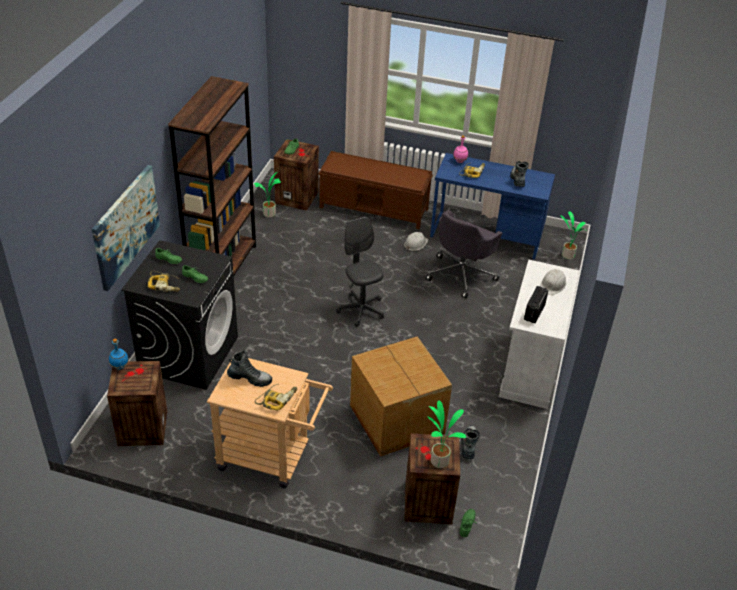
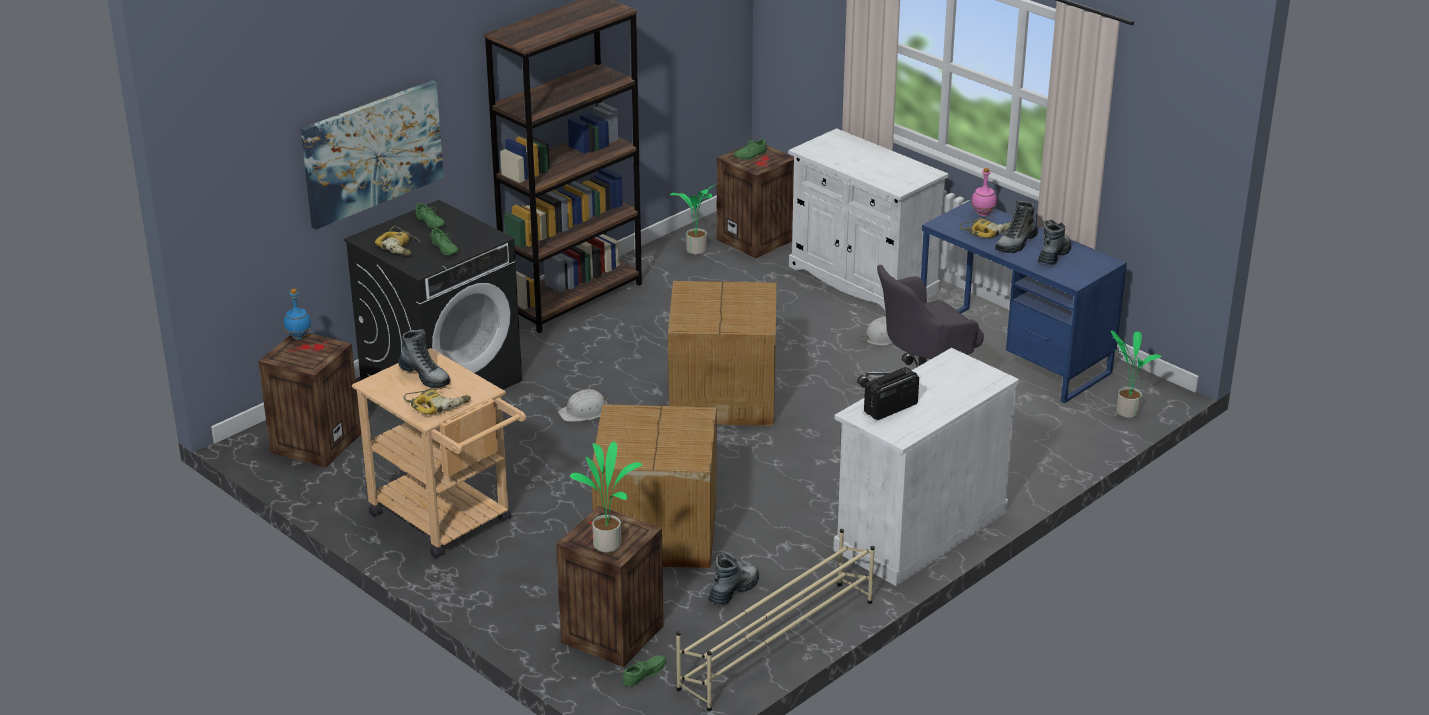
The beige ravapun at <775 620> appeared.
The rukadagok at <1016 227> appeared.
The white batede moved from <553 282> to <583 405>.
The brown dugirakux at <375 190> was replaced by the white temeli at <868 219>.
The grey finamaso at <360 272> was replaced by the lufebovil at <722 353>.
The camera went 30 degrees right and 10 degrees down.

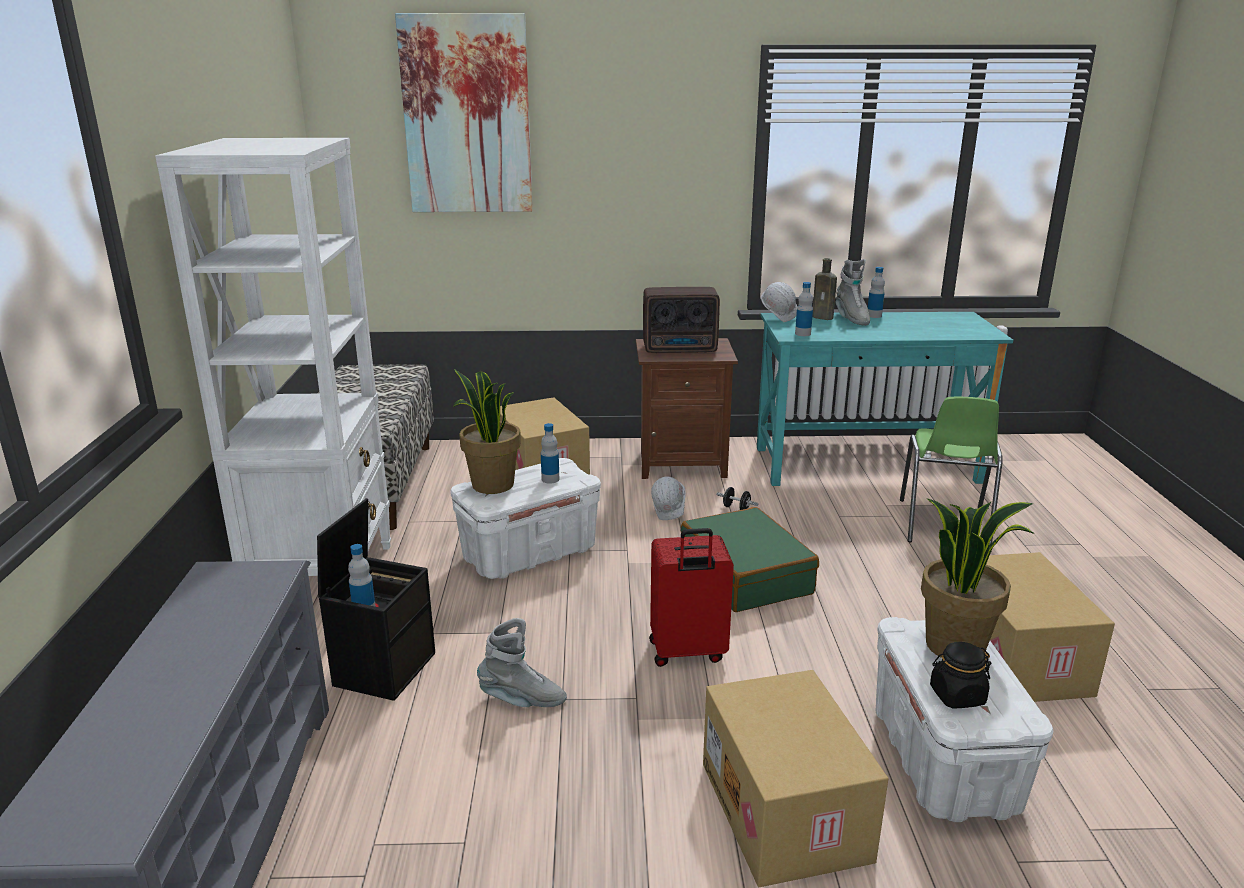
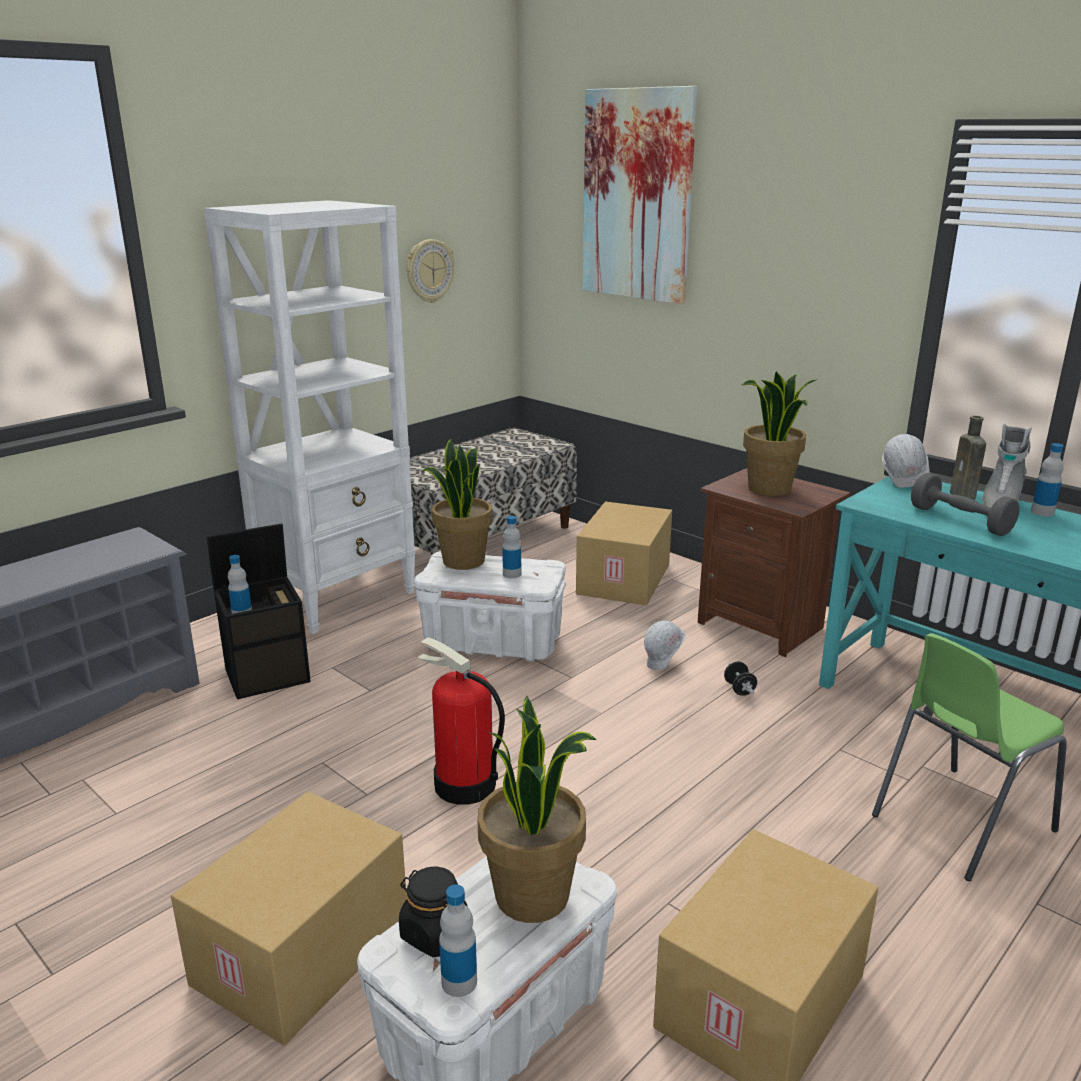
The grey rukadagok at <522 662> disappeared.
The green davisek at <750 559> disappeared.
The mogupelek at <430 271> appeared.
The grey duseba at <965 504> appeared.
The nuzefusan moved from <804 309> to <458 940>.
The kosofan at <681 320> was replaced by the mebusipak at <779 433>.
The red davisek at <691 597> was replaced by the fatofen at <461 721>.
The camera went 45 degrees right and 0 degrees up.

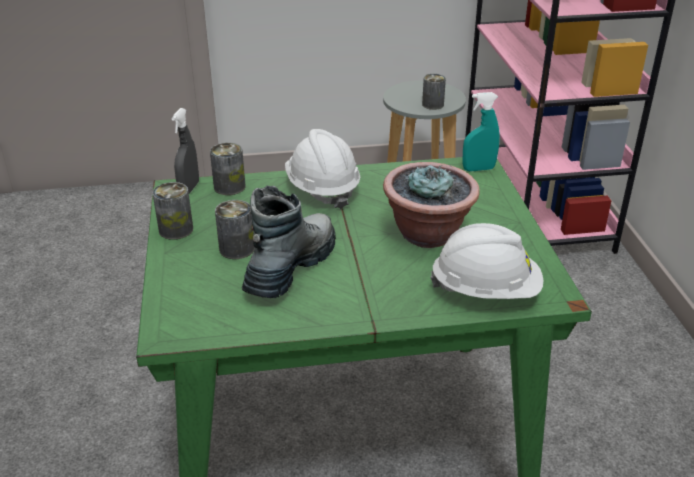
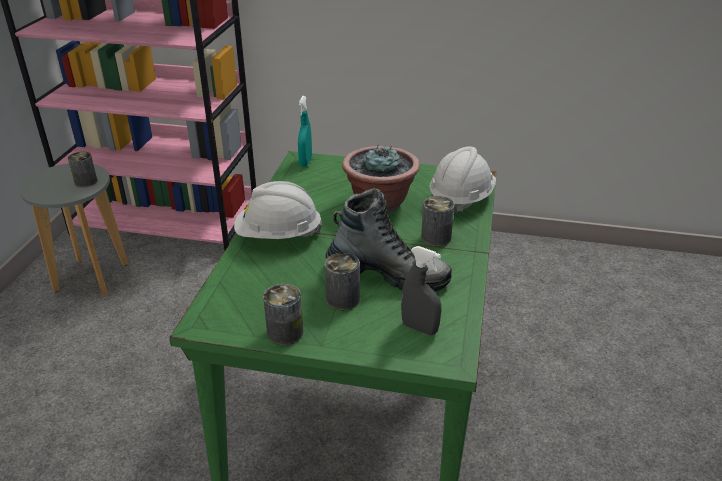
The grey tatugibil moved from <185 151> to <421 290>.
The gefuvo moved from <228 168> to <437 221>.
The rukadagok at <289 242> turned 150 degrees clockwise.
The camera went 70 degrees left and 0 degrees up.

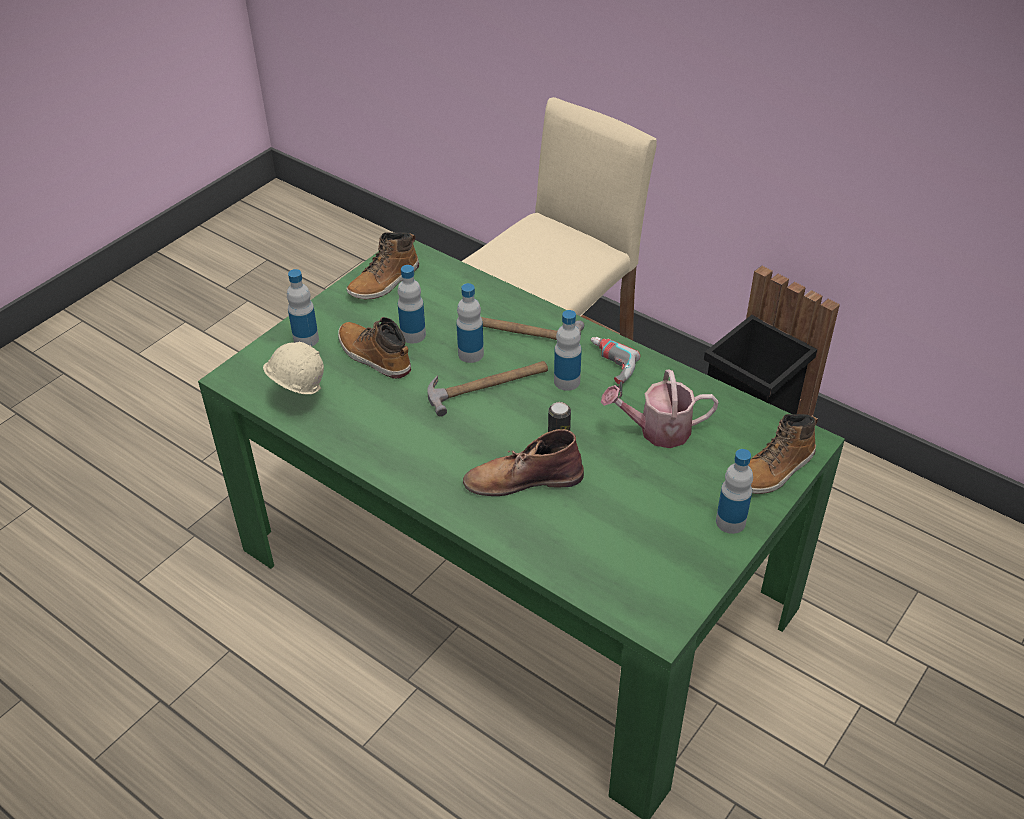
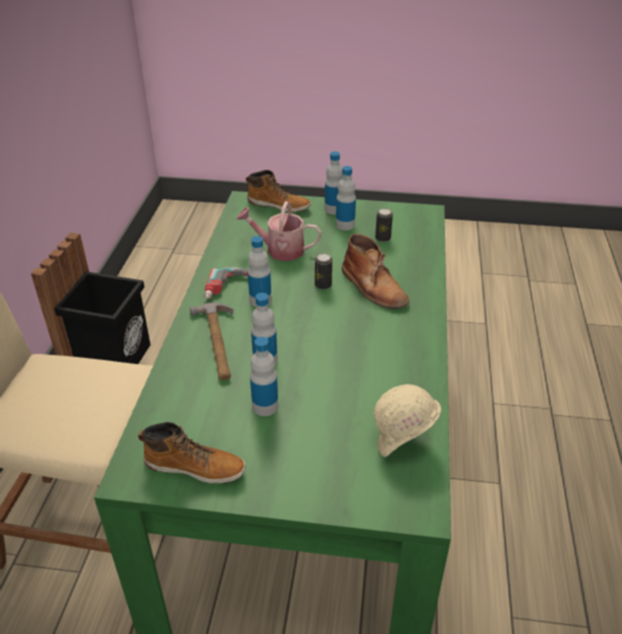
The rukadagok at <374 348> disappeared.
The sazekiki at <487 389> disappeared.
The gefuvo at <384 225> appeared.
The nuzefusan moved from <303 307> to <346 198>.
The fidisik at <660 409> turned 135 degrees clockwise.
The camera went 120 degrees left and 5 degrees down.

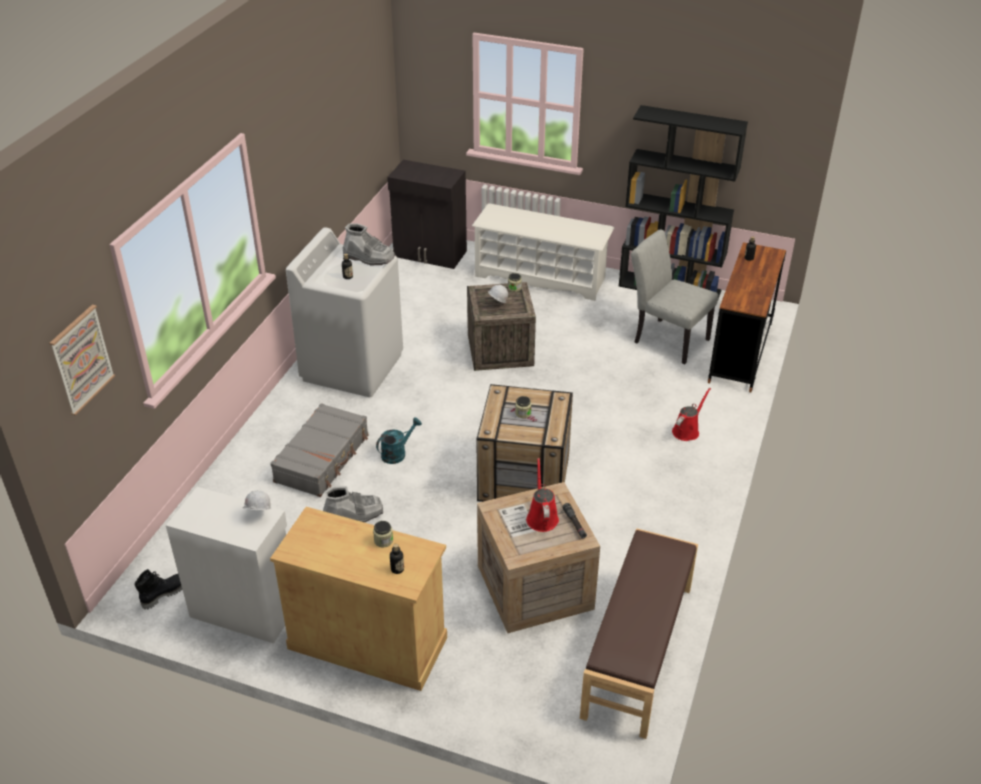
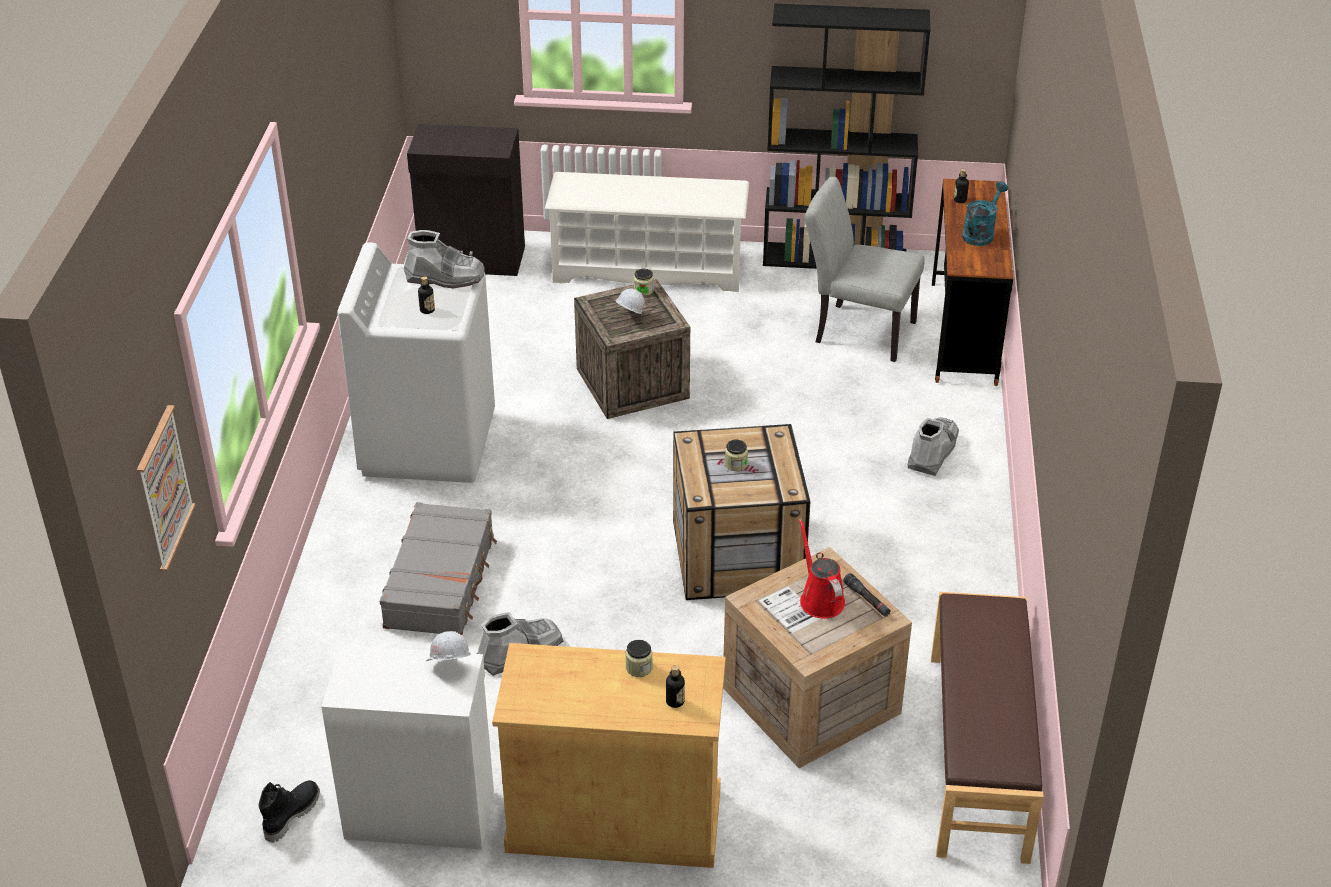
The turquoise fidisik moved from <399 440> to <985 213>.
The red fidisik at <691 414> was replaced by the grey rukadagok at <933 446>.
The camera went 15 degrees left and 0 degrees up.

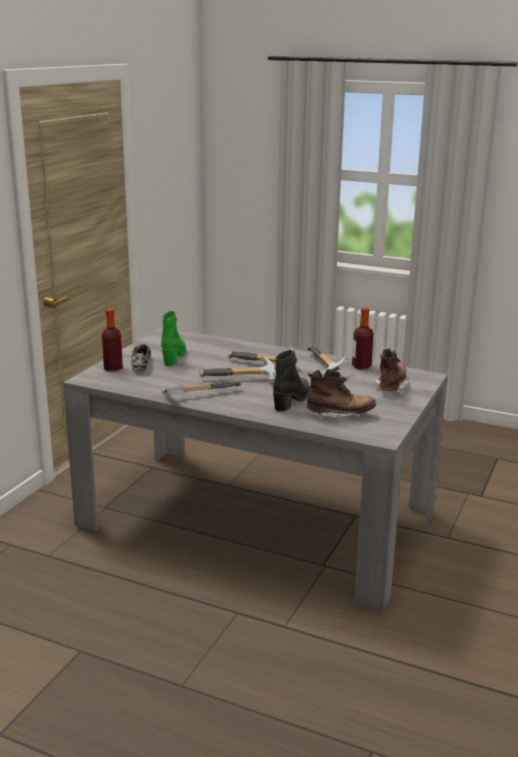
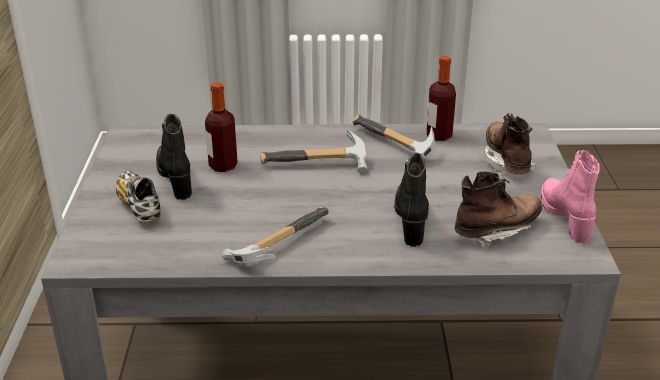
The sazekiki at <237 369> disappeared.
The pink rukadagok at <570 196> appeared.
The nuzefusan moved from <112 339> to <221 127>.
The green rukadagok at <173 338> became the black rukadagok at <174 157>.
The camera went 25 degrees left and 10 degrees up.

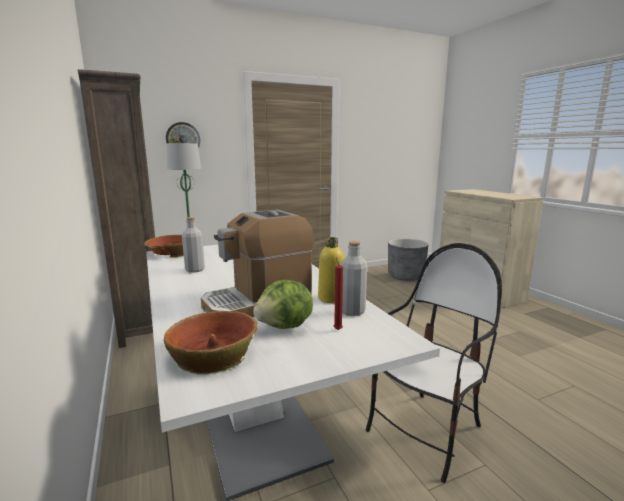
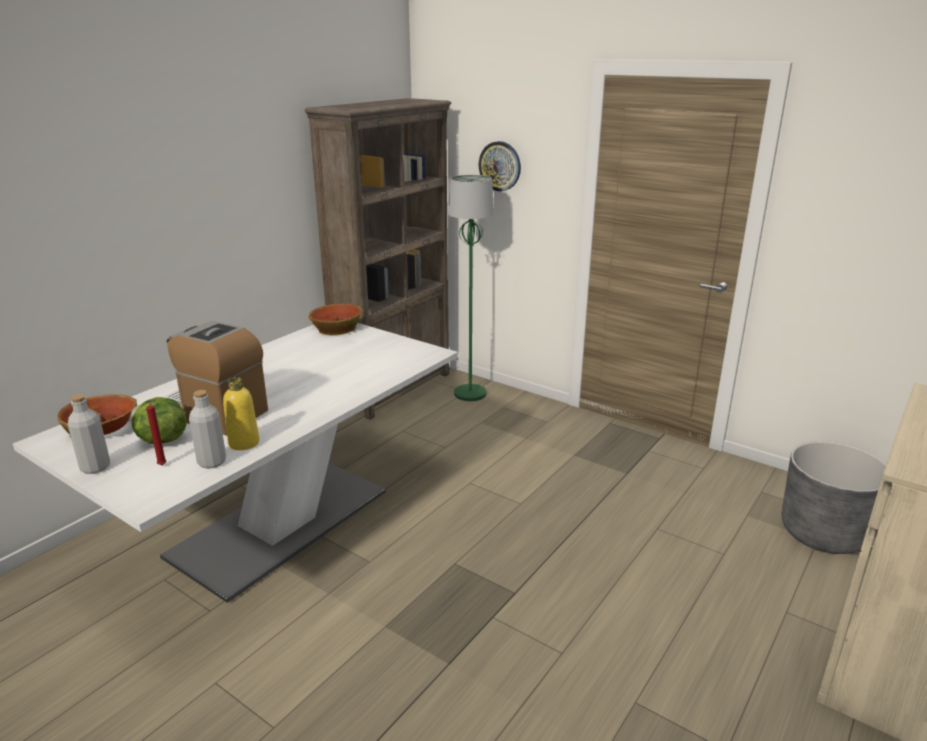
The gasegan at <434 363> disappeared.
The grey nuzefusan moved from <193 245> to <89 434>.
The camera went 60 degrees right and 10 degrees up.

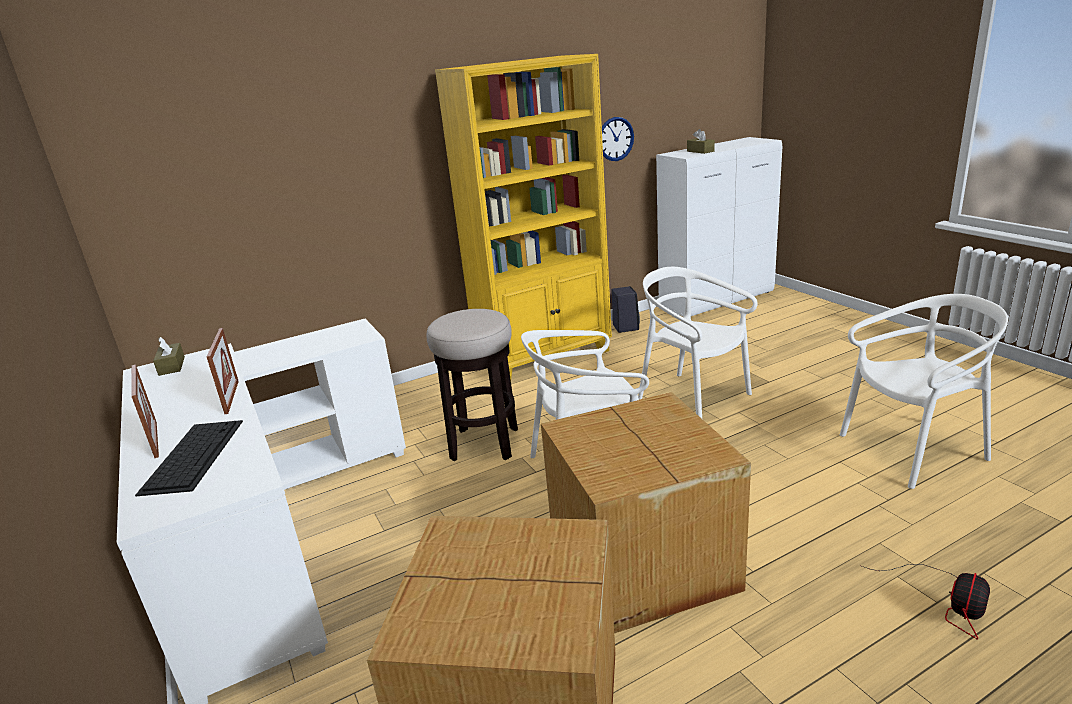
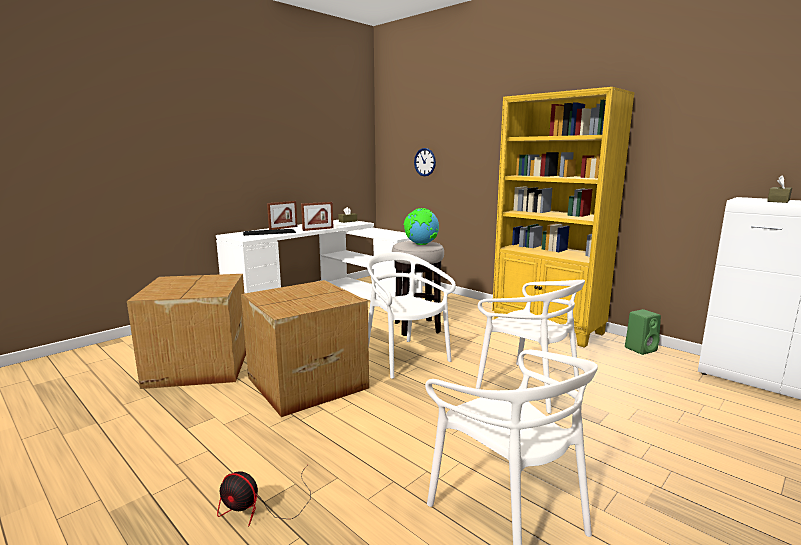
The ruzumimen at <421 226> appeared.
The mogupelek moved from <618 139> to <425 162>.
The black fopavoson at <625 309> became the green fopavoson at <643 332>.
The white gasegan at <698 343> turned 105 degrees clockwise.
The camera went 70 degrees right and 10 degrees down.

